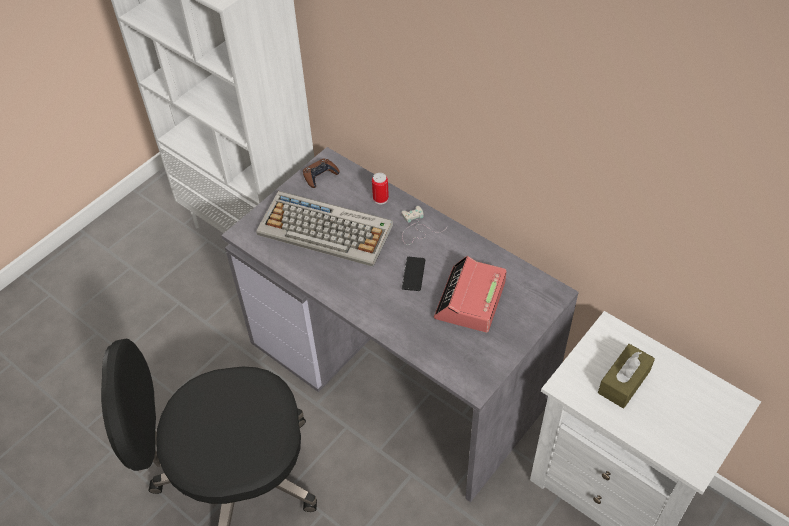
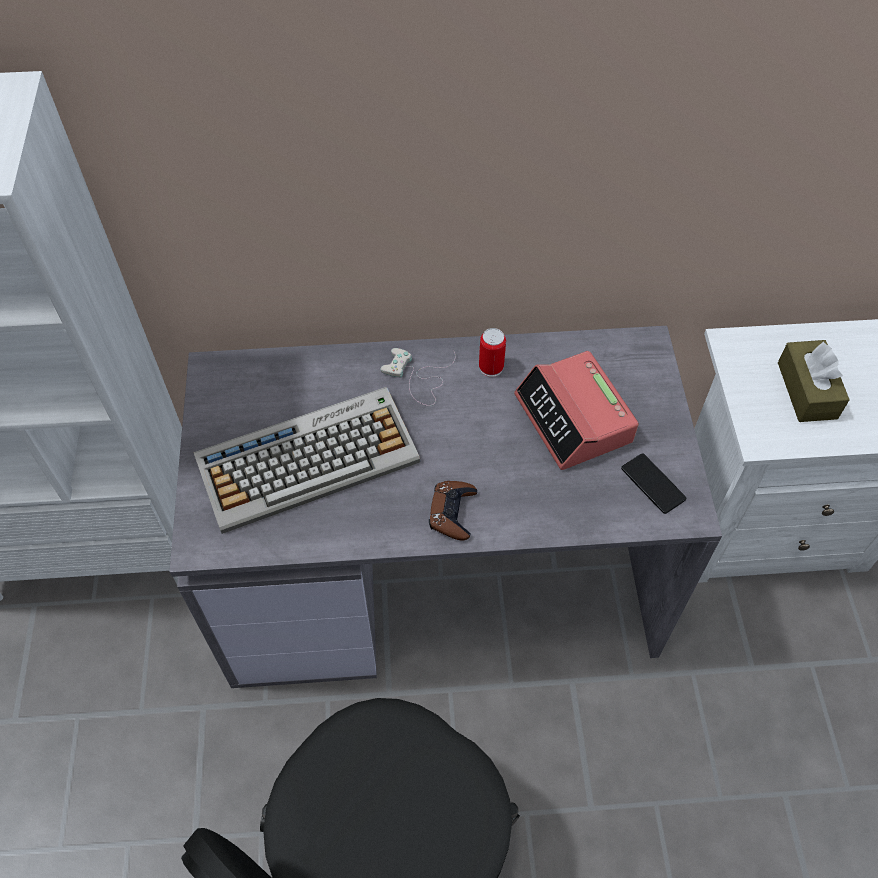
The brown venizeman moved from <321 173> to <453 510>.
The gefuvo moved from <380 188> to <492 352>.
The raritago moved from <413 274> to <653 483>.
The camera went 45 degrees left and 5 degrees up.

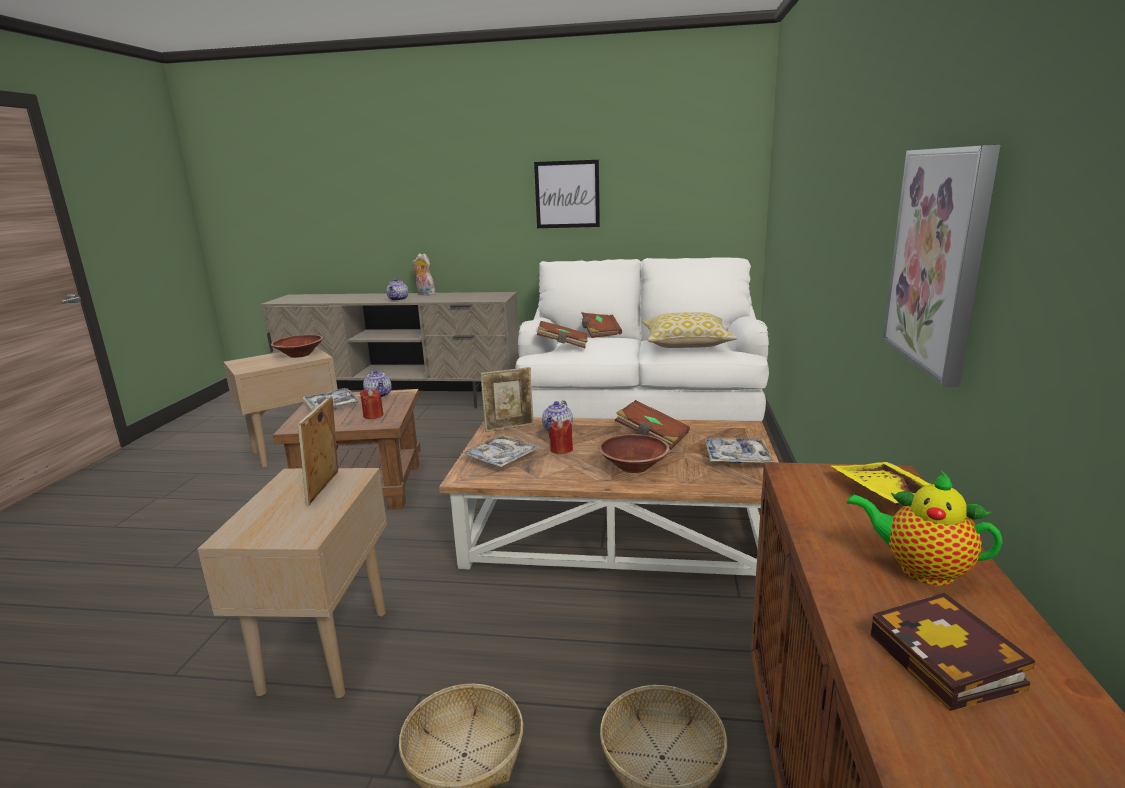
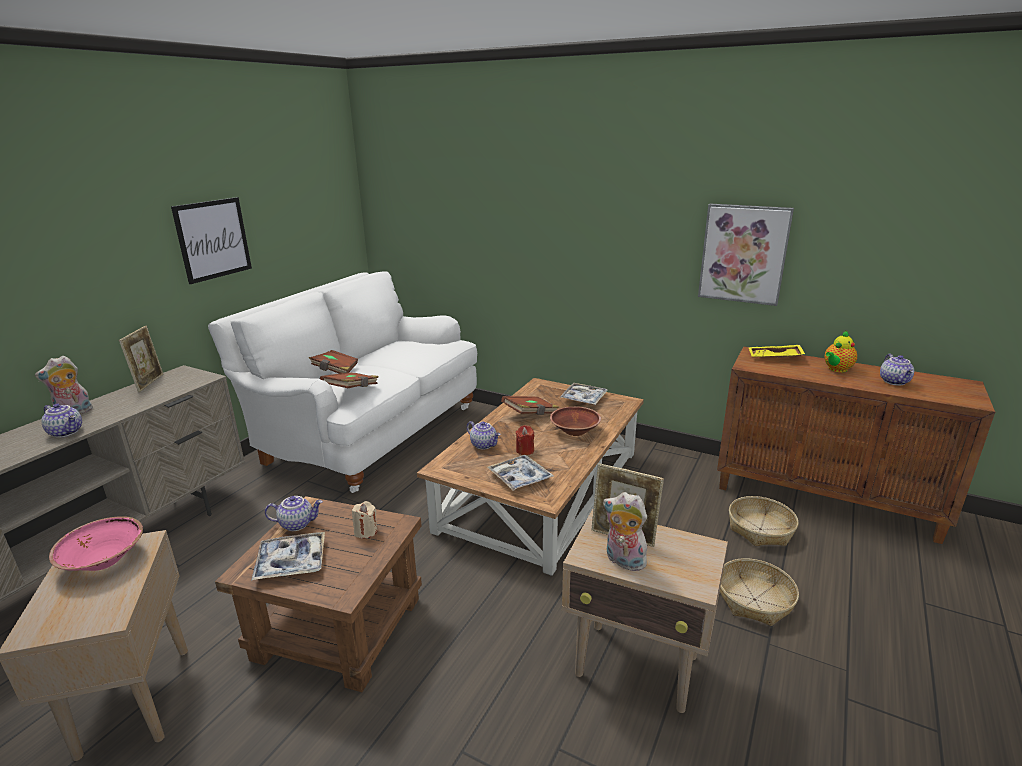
The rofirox at <689 330> disappeared.
The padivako at <625 532> appeared.
The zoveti moved from <507 399> to <141 359>.
The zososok at <953 652> was replaced by the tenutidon at <897 370>.
The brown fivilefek at <297 346> became the pink fivilefek at <96 543>.
The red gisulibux at <372 404> became the beige gisulibux at <365 520>.
The camera went 70 degrees left and 5 degrees up.

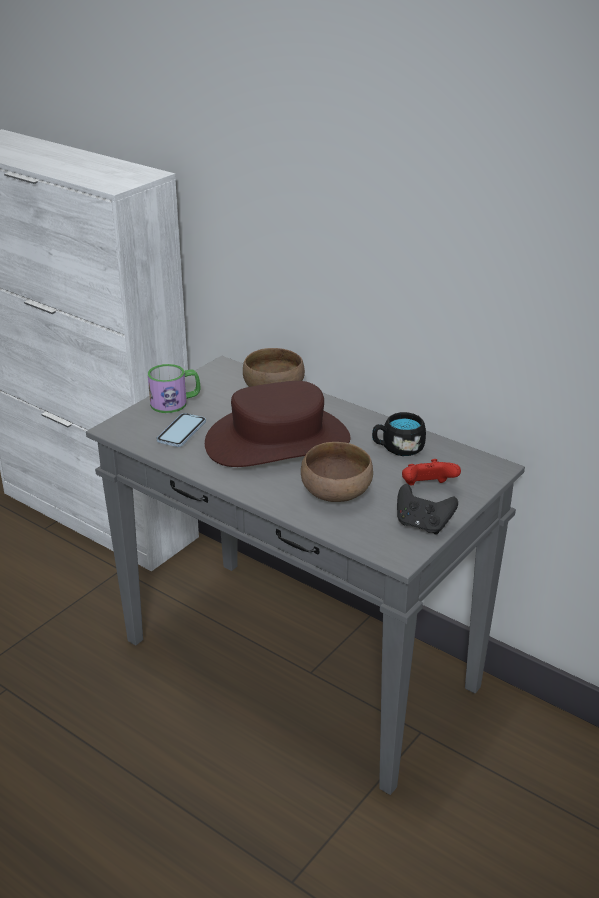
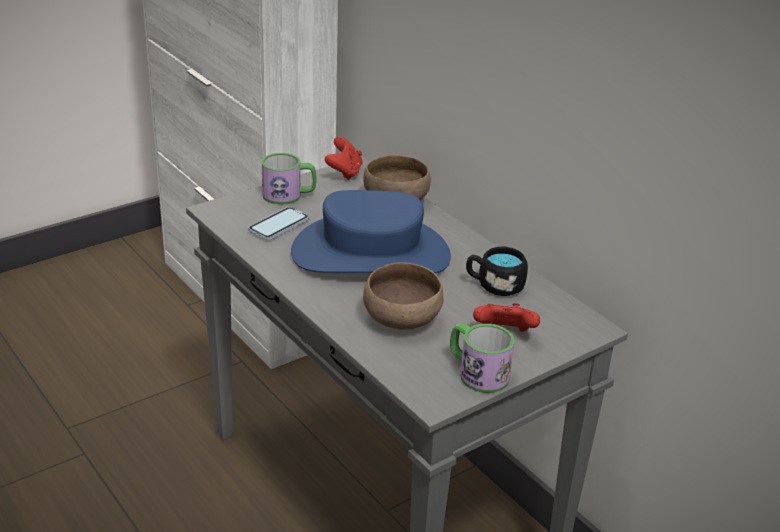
The red venizeman at <344 158> appeared.
The black venizeman at <427 509> was replaced by the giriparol at <482 358>.
The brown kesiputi at <277 424> became the blue kesiputi at <371 232>.
The camera went 15 degrees right and 0 degrees up.

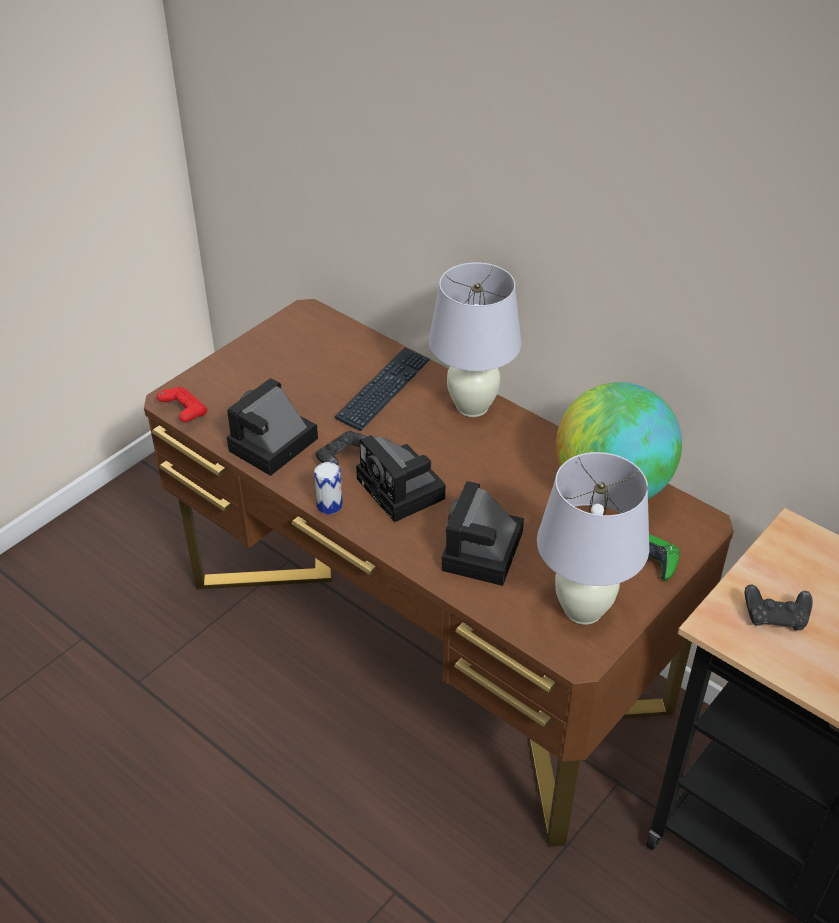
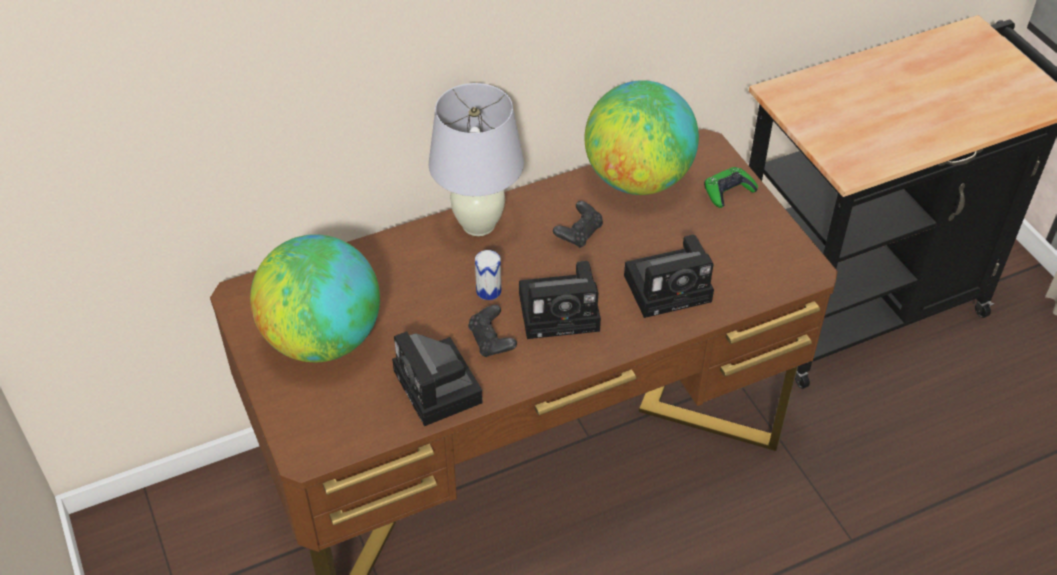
The red venizeman at <182 404> disappeared.
The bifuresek at <382 389> disappeared.
The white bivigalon at <593 538> disappeared.
The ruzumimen at <315 298> appeared.
The gefuvo moved from <328 488> to <488 275>.
The black venizeman moved from <779 607> to <578 224>.
The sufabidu at <483 533> turned 60 degrees counterclockwise.
The camera went 65 degrees left and 5 degrees up.

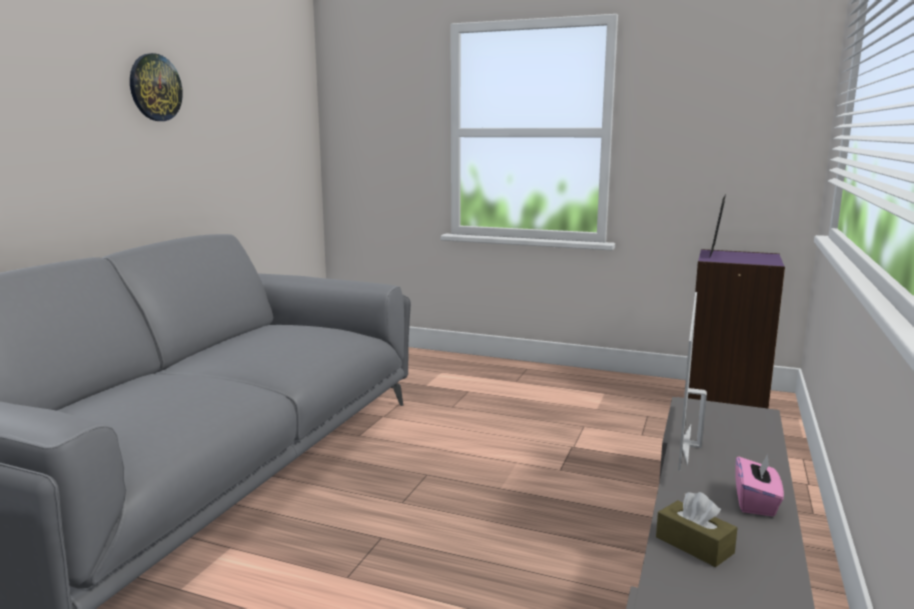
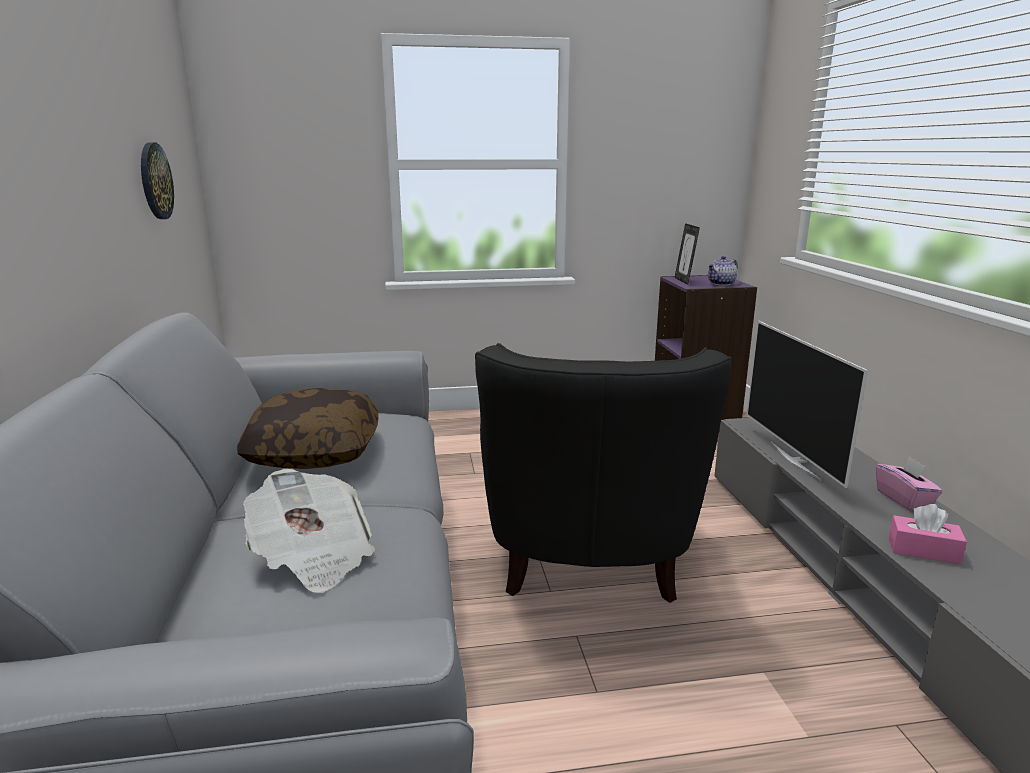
The rofirox at <308 428> appeared.
The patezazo at <309 531> appeared.
The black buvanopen at <603 473> appeared.
The tenutidon at <723 271> appeared.
The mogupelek moved from <156 87> to <157 180>.
The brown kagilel at <696 529> became the pink kagilel at <928 534>.
The camera went 30 degrees left and 5 degrees up.

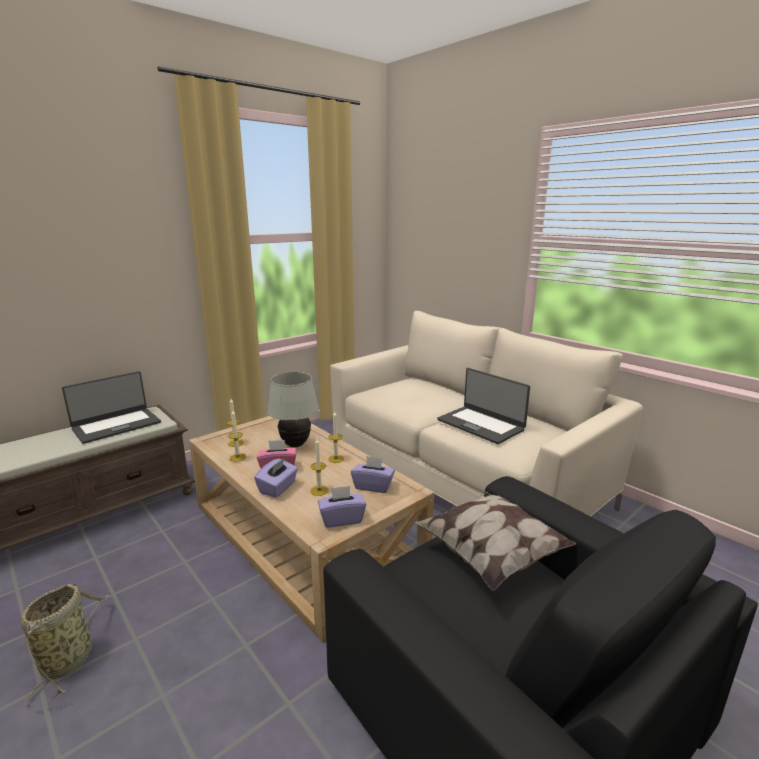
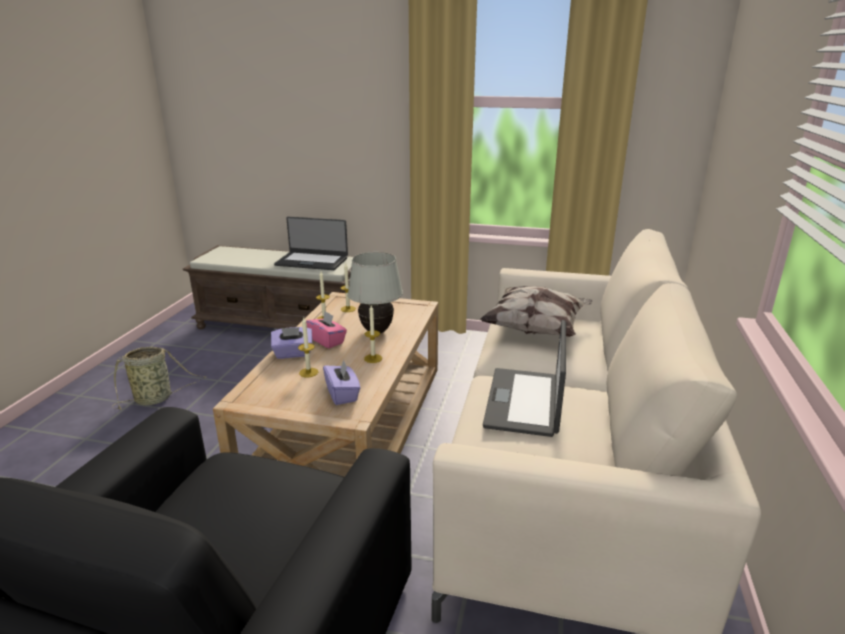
The purple kagilel at <342 507> disappeared.
The rofirox moved from <495 541> to <536 311>.
The camera went 55 degrees right and 5 degrees up.

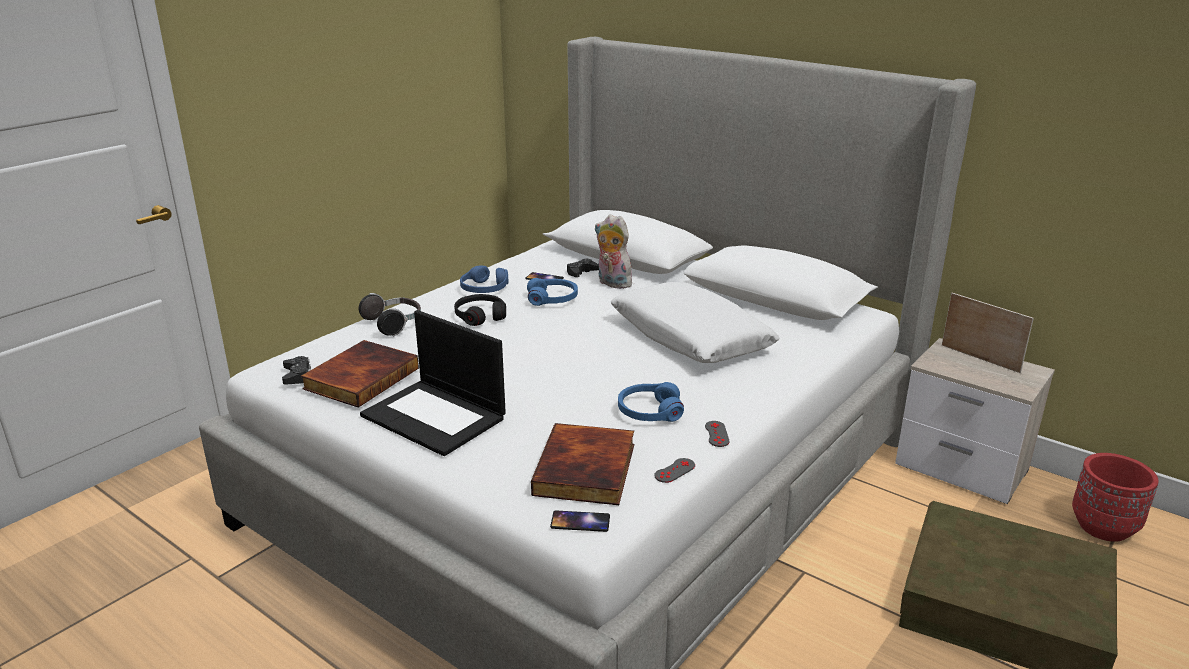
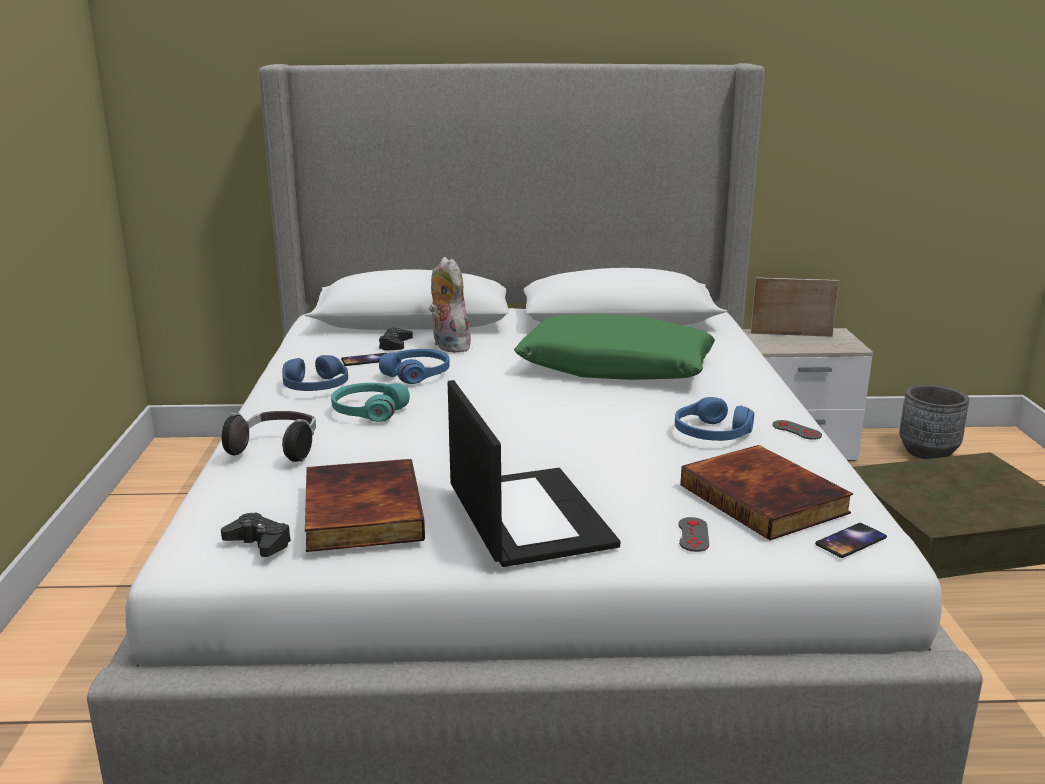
The grey venizeman moved from <674 470> to <693 534>.
The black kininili at <480 310> became the turquoise kininili at <370 402>.
The white rofirox at <695 322> became the green rofirox at <614 347>.
The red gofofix at <1115 497> became the grey gofofix at <934 422>.
The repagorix at <433 383> turned 105 degrees counterclockwise.
The padivako at <613 251> turned 60 degrees clockwise.
The camera went 40 degrees left and 5 degrees down.

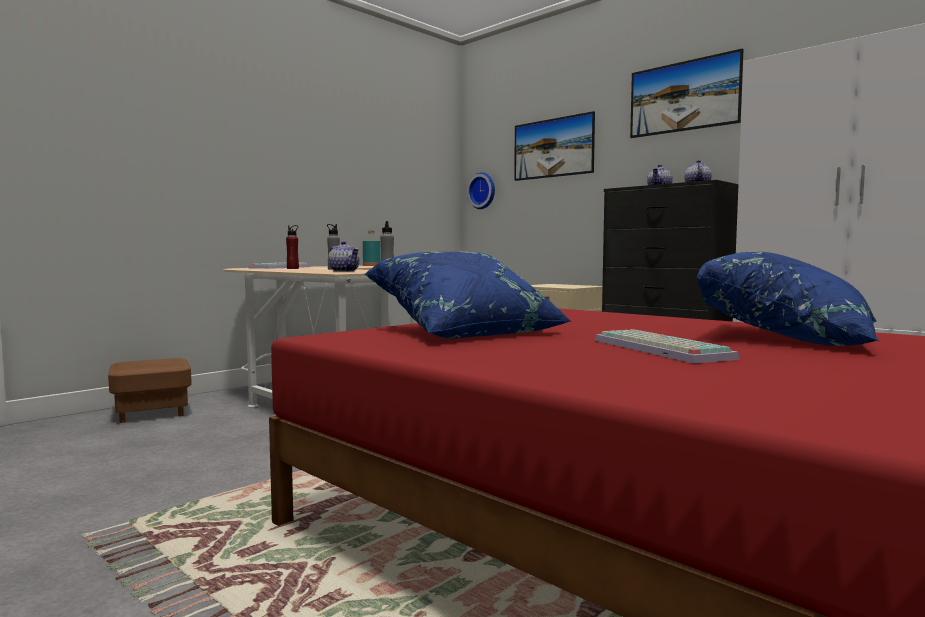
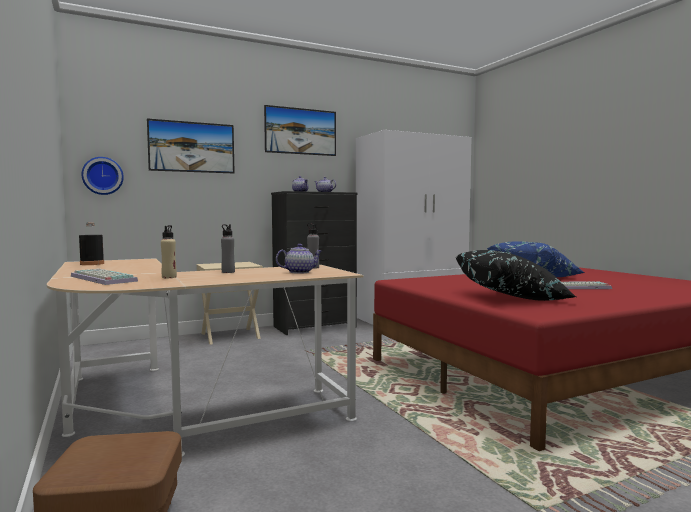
The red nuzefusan at <292 247> became the beige nuzefusan at <169 251>.
The turquoise nuzefusan at <372 248> became the black nuzefusan at <91 244>.
The blue rofirox at <468 295> became the black rofirox at <516 275>.
The camera went 70 degrees left and 0 degrees up.

